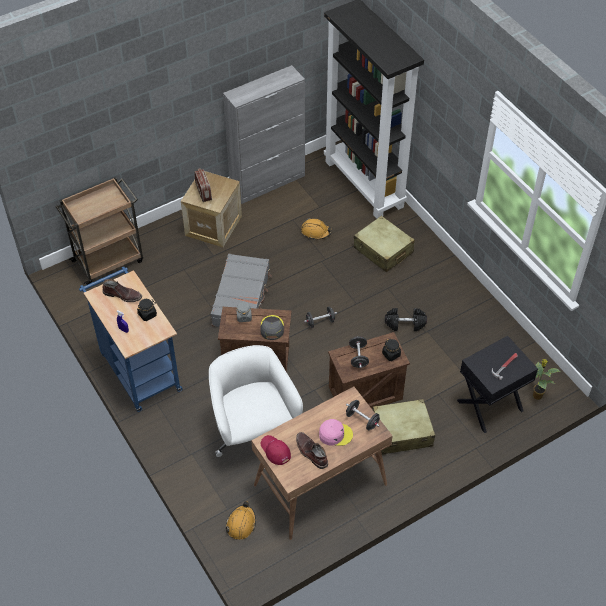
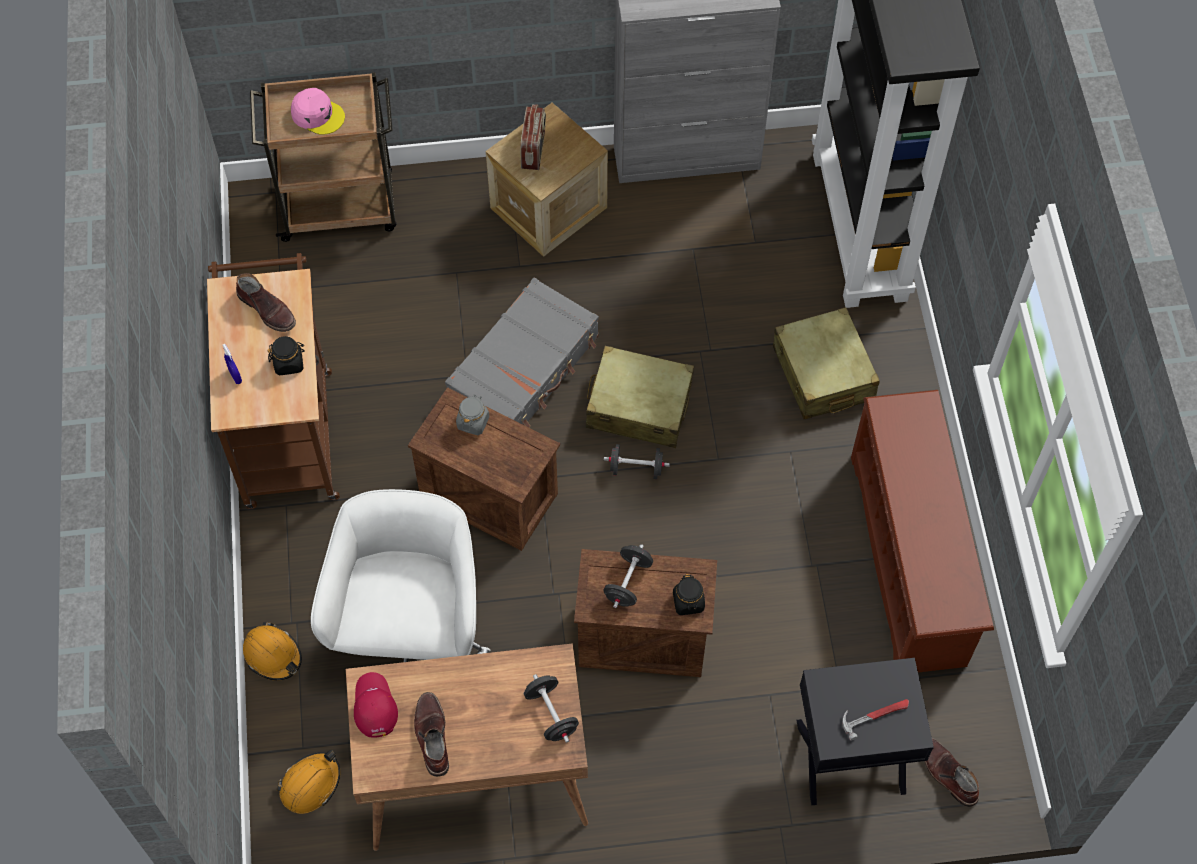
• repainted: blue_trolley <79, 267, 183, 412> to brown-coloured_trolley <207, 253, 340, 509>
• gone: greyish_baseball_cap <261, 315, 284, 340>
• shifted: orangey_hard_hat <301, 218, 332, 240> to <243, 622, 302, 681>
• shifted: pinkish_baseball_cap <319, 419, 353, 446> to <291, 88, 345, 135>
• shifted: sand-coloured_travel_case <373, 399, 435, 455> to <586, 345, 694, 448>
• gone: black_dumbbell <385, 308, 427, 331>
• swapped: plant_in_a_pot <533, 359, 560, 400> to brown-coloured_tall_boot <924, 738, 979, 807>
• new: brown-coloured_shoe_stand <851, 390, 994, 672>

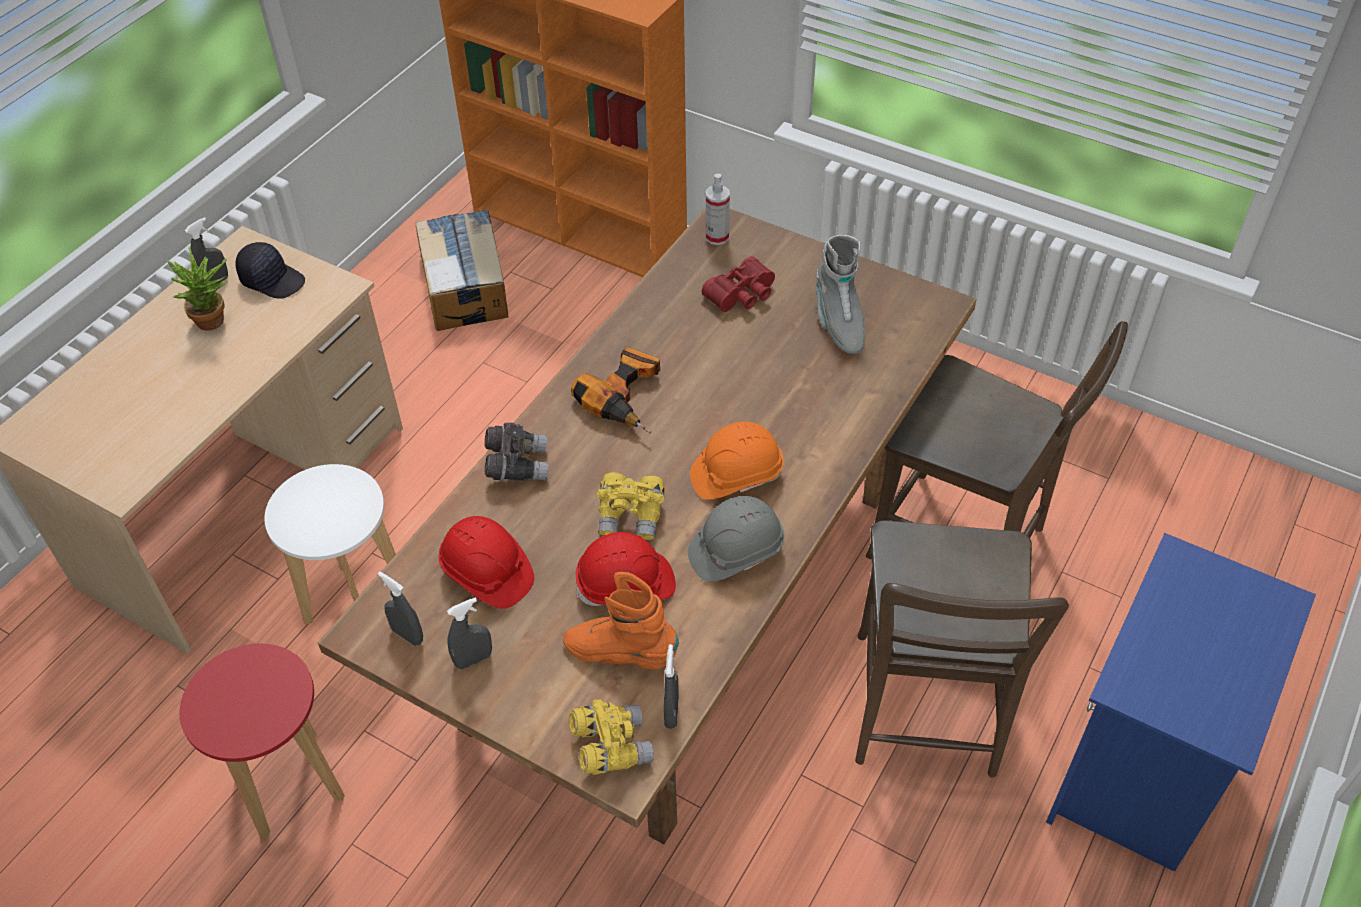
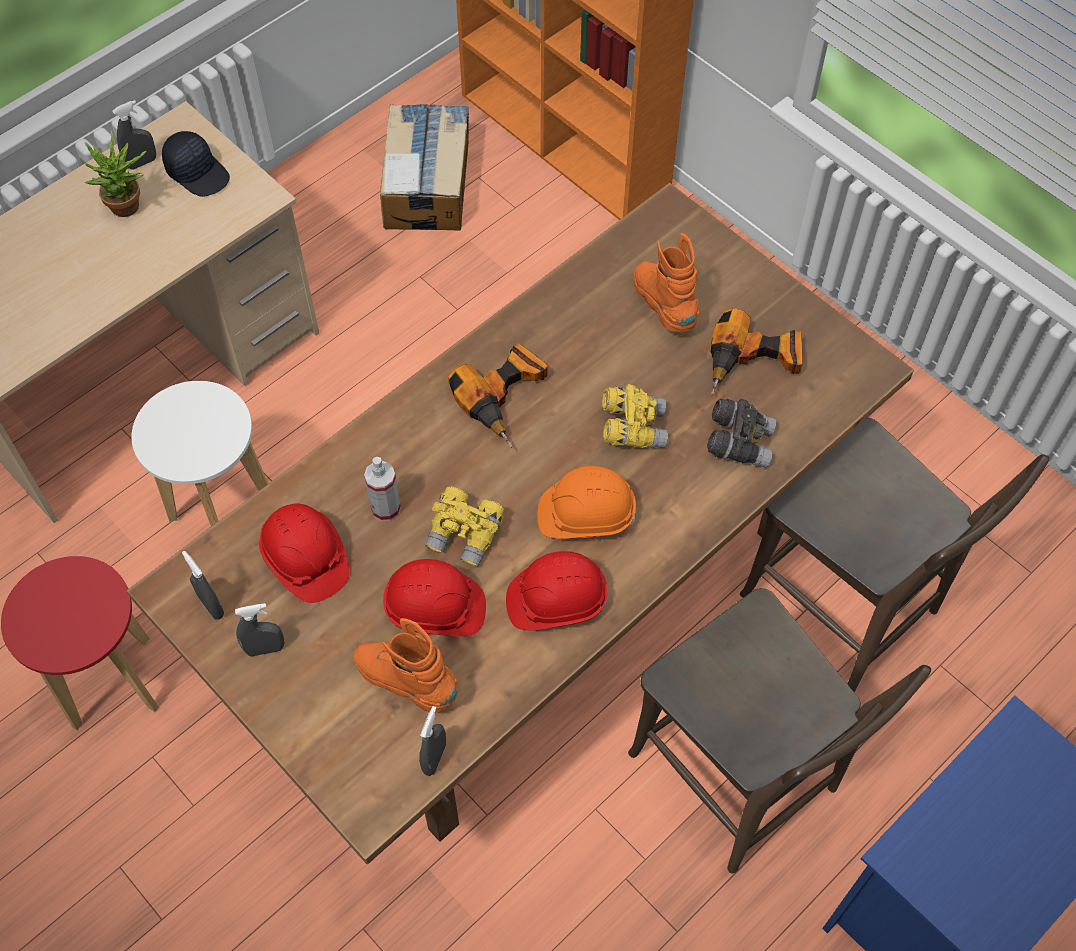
• shifted: greyish_pair_of_binoculars <485, 422, 548, 481> to <707, 398, 776, 468>
• shifted: yellow_pair_of_binoculars <569, 699, 654, 775> to <602, 384, 668, 448>
• repainted: greyish_hard_hat <688, 496, 785, 582> to red-coloured_hard_hat <506, 551, 607, 631>
• swapped: red-coloured_pair_of_binoculars <702, 256, 775, 312> to orangey_tall_boot <634, 233, 699, 332>
• shifted: sprayer <706, 174, 730, 245> to <364, 457, 401, 522>
• swapped: greyish_tall_boot <816, 235, 865, 354> to drill <711, 308, 803, 396>
• rotated: brown-coloured_plain_chair <855, 520, 1069, 778> = <628, 588, 931, 874> 60 degrees counterclockwise

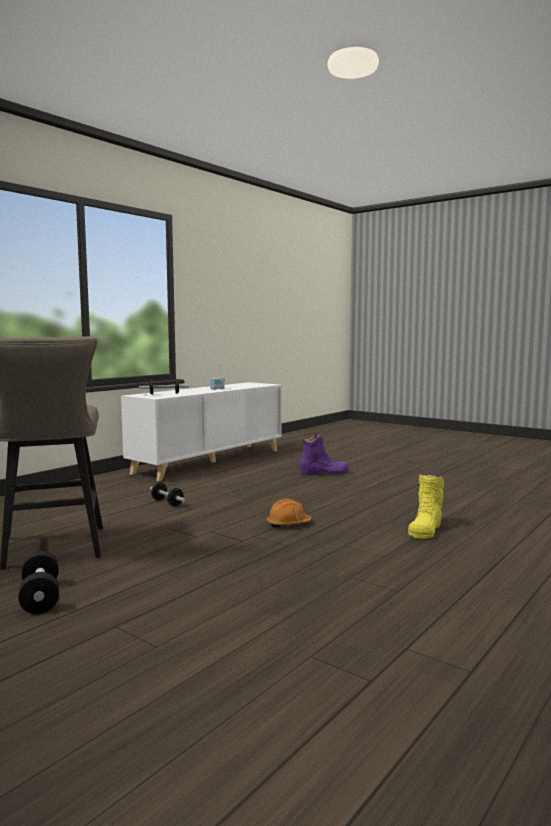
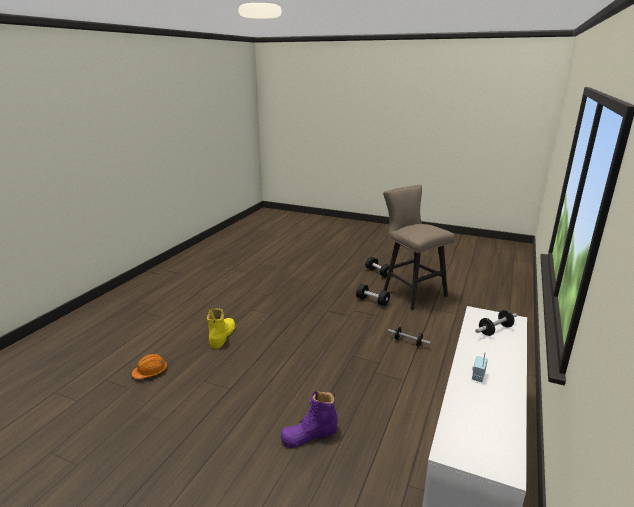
• shifted: orangey_hard_hat <267, 499, 311, 527> to <132, 354, 167, 379>
• new: black_dumbbell <356, 284, 390, 306>

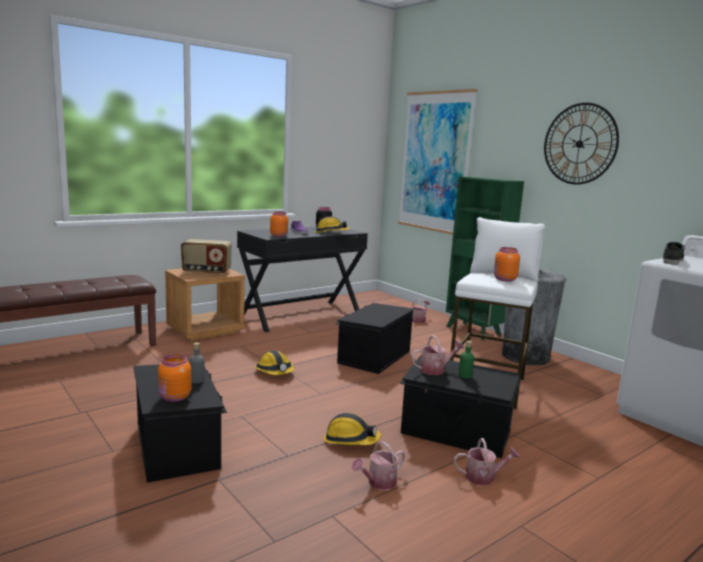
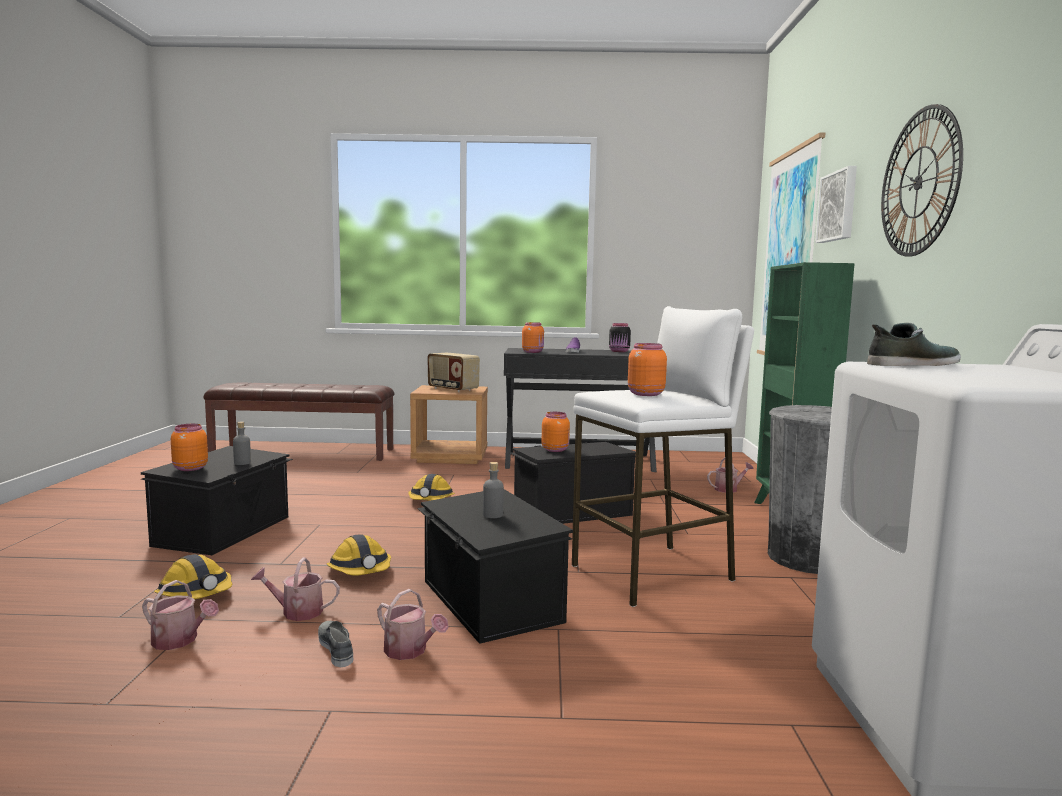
• shifted: hard_hat <315, 216, 350, 233> to <154, 554, 232, 599>
• shifted: watering_pot <411, 335, 464, 375> to <142, 580, 219, 650>
• repainted: green-coloured_beverage_bottle <458, 341, 474, 379> to greyish_beverage_bottle <483, 462, 504, 518>
• new: greyish_low_shoe <318, 621, 353, 667>
• new: orangey_jar <542, 412, 570, 452>
• new: picture <815, 166, 857, 243>

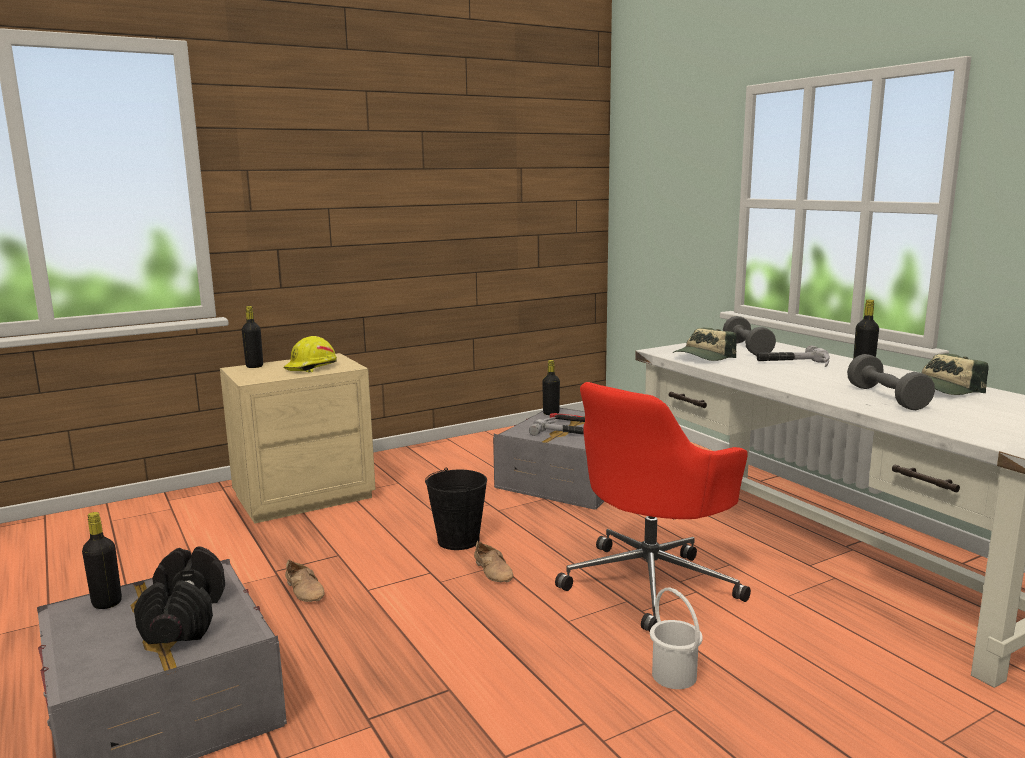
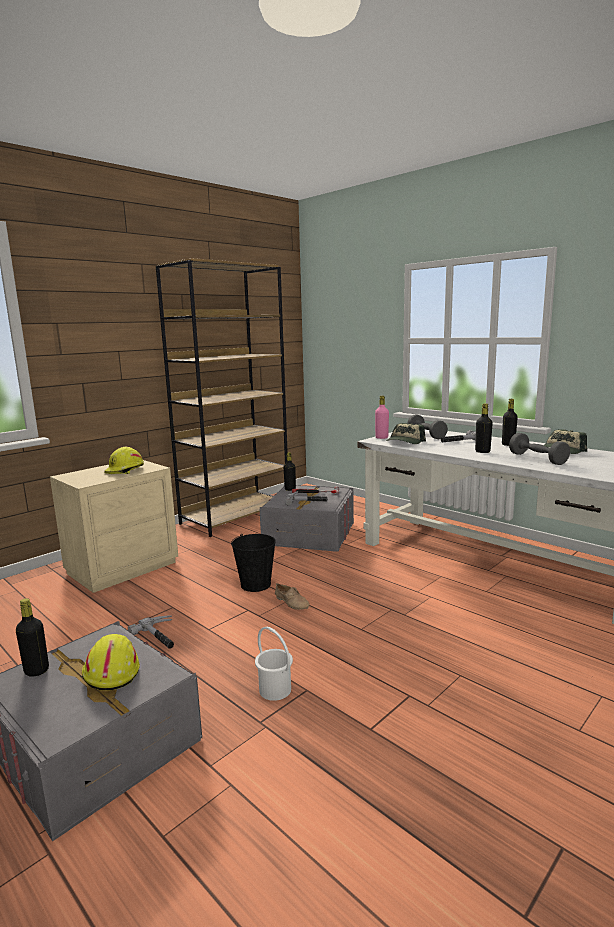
• swapped: black_dumbbell <134, 546, 225, 644> to yellow_hard_hat <82, 634, 140, 690>
• shifted: black_beverage_bottle <242, 306, 263, 368> to <475, 403, 493, 453>
• swapped: sand-coloured_low_shoe <285, 560, 324, 602> to hammer <128, 615, 174, 649>
• gone: red-coloured_computer_chair <555, 382, 751, 632>
• shifted: white_bucket <650, 588, 703, 689> to <255, 627, 293, 701>
• new: brown-coloured_shelving_unit <156, 258, 288, 537>
• new: pinkish_beverage_bottle <375, 396, 389, 439>

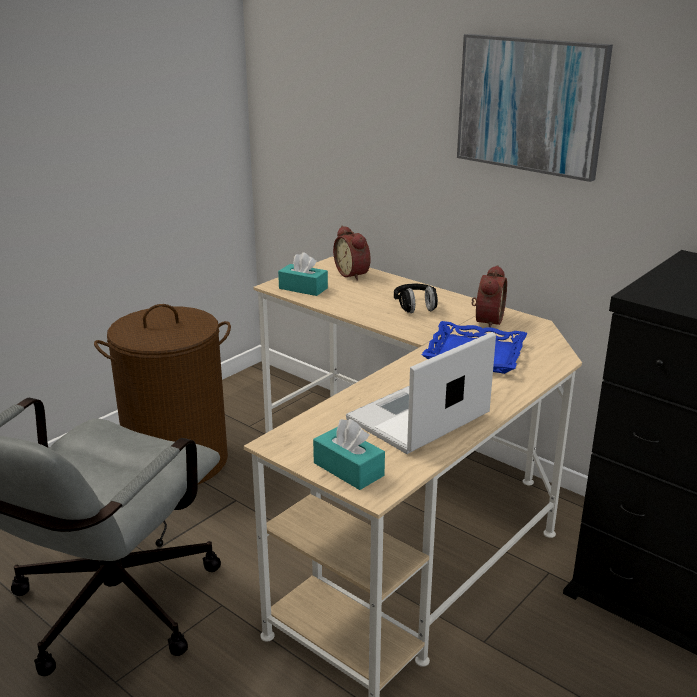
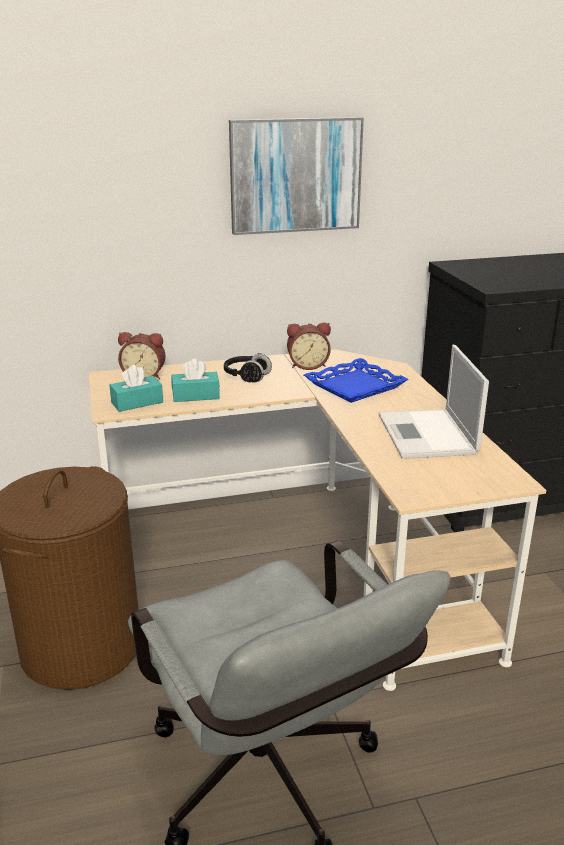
• shifted: turquoise-coloured_tissue_holder <313, 419, 385, 490> to <172, 359, 220, 402>
• rotated: alarm_clock <471, 265, 507, 327> = <287, 323, 331, 370> 120 degrees clockwise

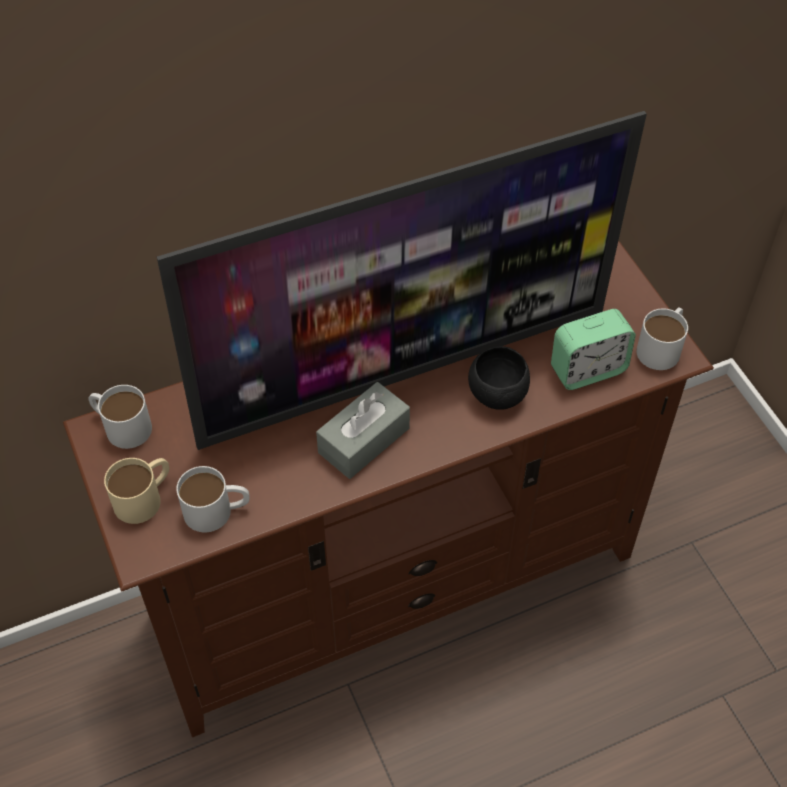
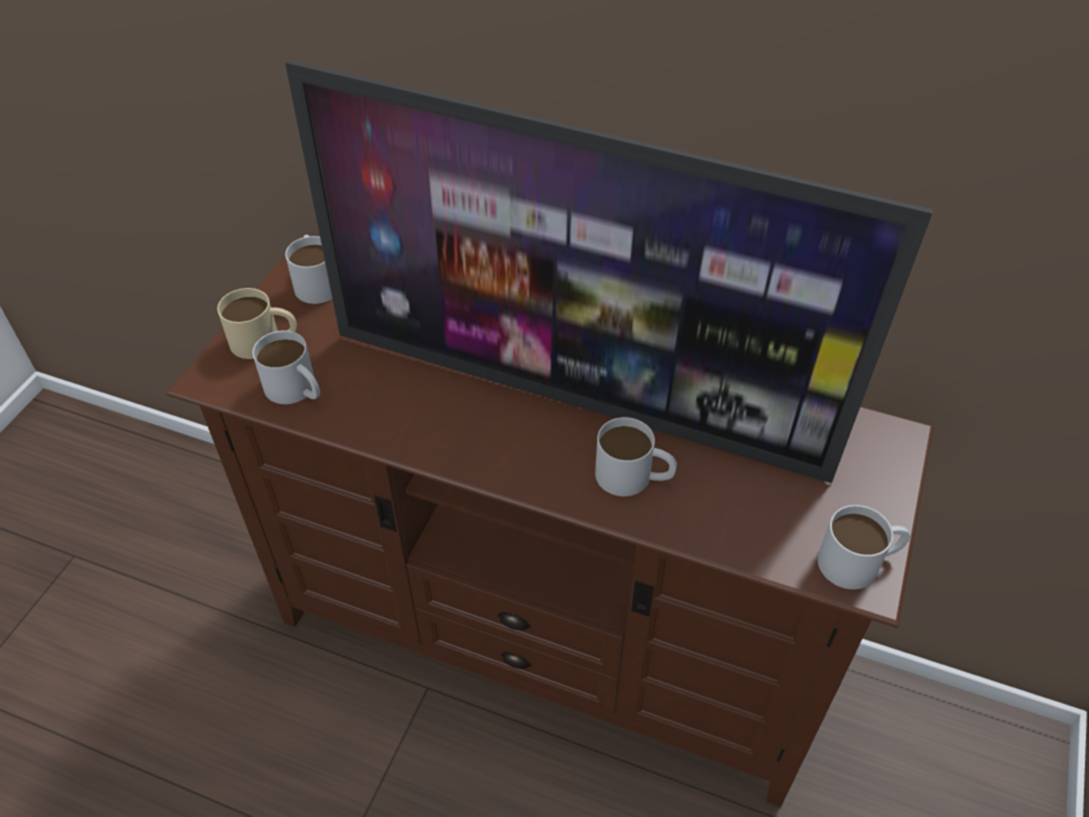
• gone: greyish_tissue_holder <316, 382, 410, 479>
• swapped: black_bowl <468, 346, 530, 410> to white_mug <595, 417, 677, 496>
• gone: alarm_clock <551, 309, 636, 390>

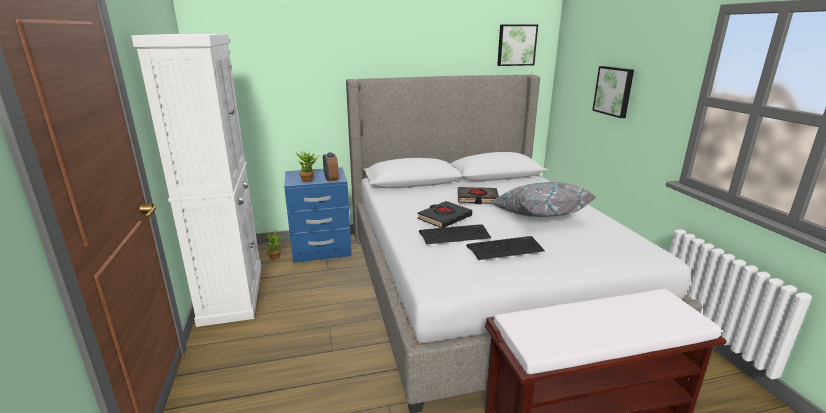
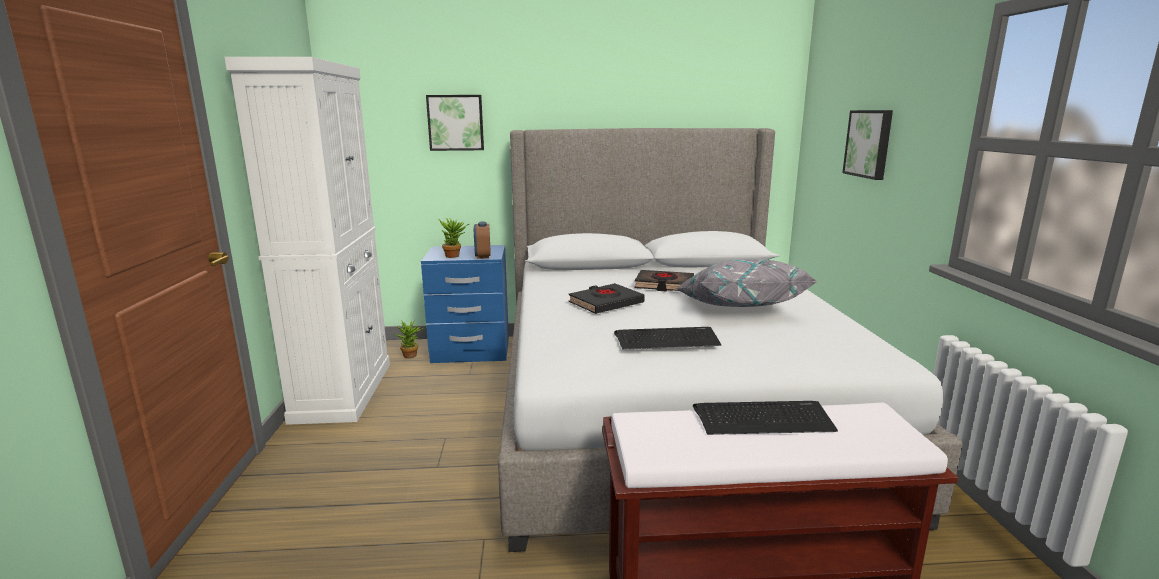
• shifted: computer_keyboard <419, 224, 491, 244> to <693, 401, 838, 435>
• shifted: picture <497, 24, 538, 66> to <426, 95, 484, 151>

